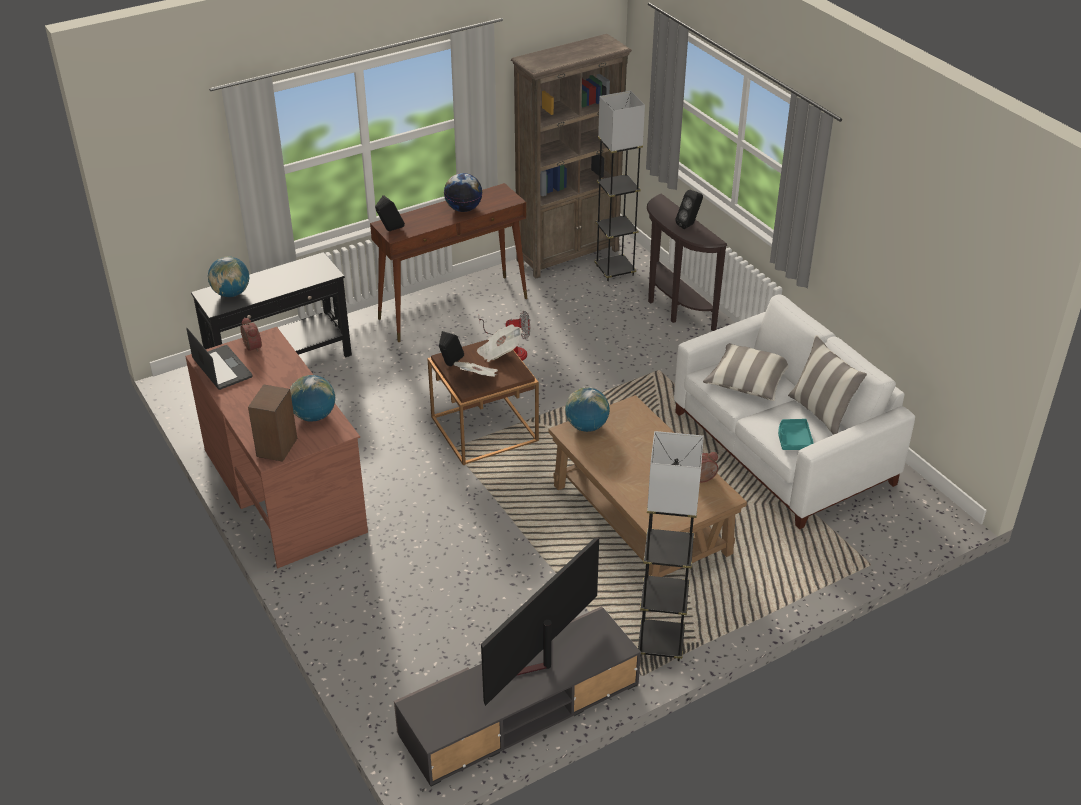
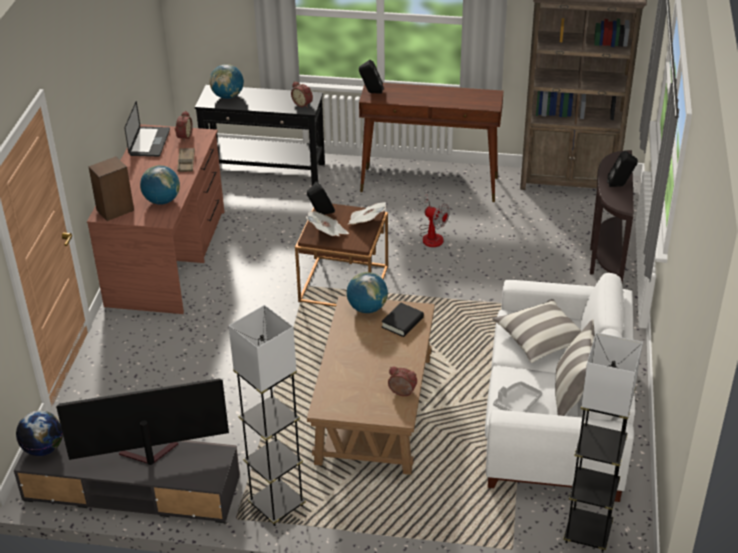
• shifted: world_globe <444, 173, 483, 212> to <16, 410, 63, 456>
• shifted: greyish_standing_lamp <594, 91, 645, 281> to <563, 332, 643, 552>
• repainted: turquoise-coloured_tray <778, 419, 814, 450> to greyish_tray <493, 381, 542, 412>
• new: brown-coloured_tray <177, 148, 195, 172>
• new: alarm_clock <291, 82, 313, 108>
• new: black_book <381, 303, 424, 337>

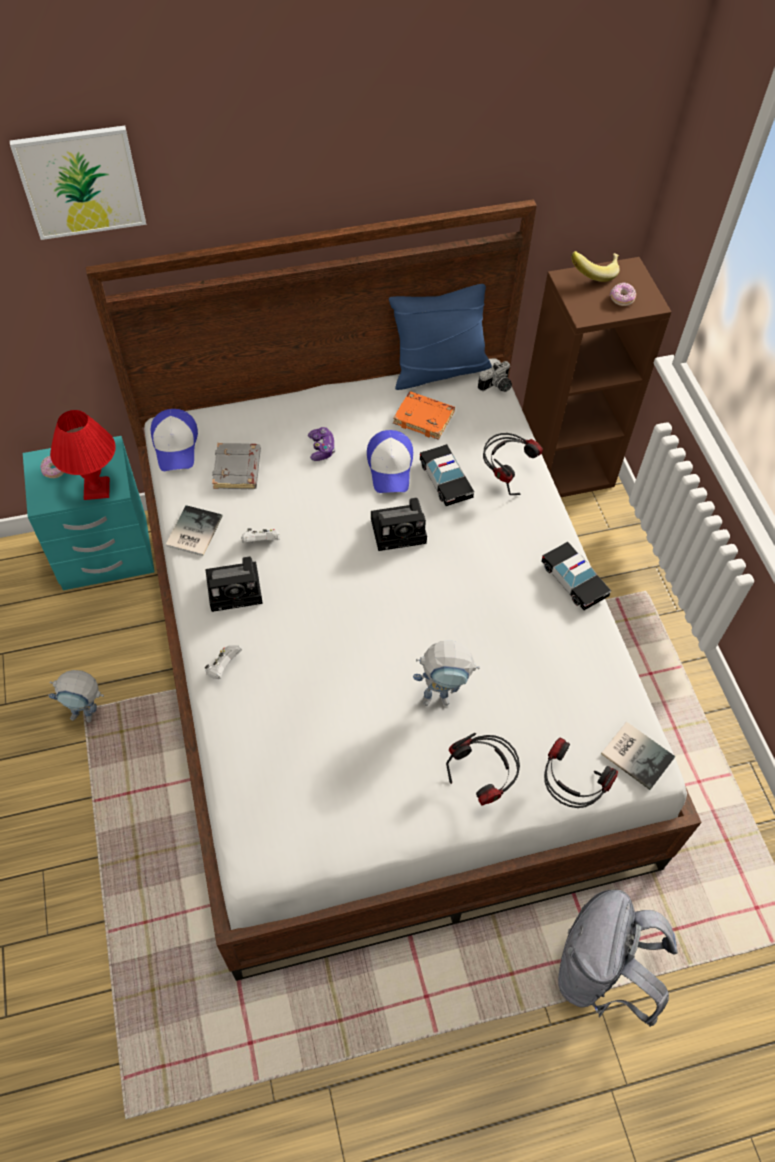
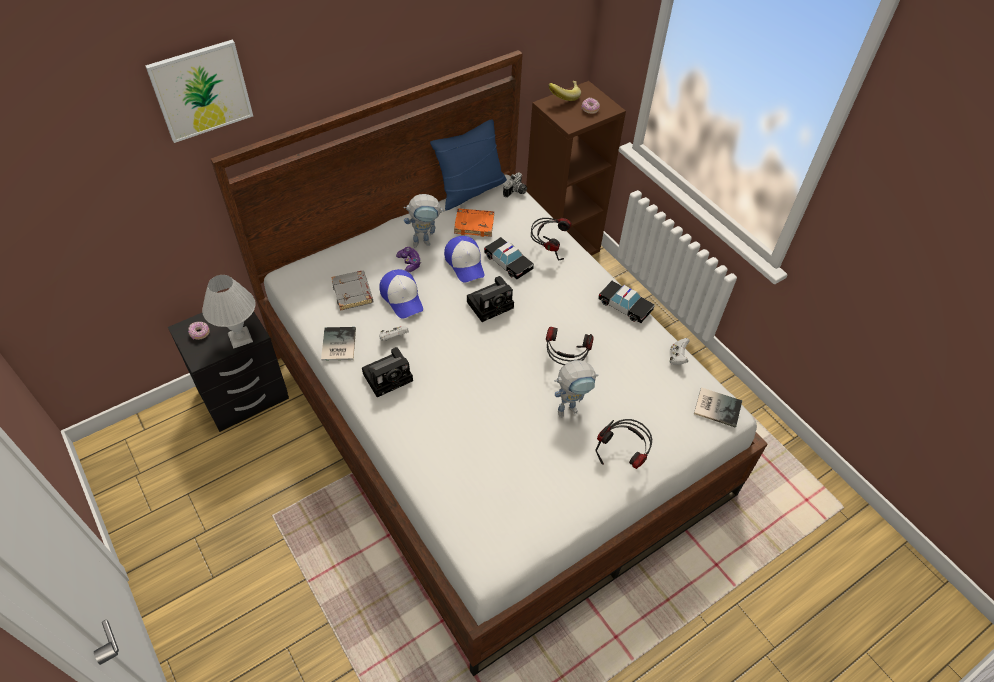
• repainted: turquoise-coloured_bedside_table <23, 436, 155, 590> to black_bedside_table <168, 311, 289, 432>
• shifted: toy_robot <48, 670, 104, 722> to <404, 194, 445, 248>
• repainted: red-coloured_lamp_for_a_table <50, 410, 116, 500> to white_lamp_for_a_table <202, 275, 255, 349>
• shifted: baseball_cap <151, 409, 198, 471> to <379, 269, 423, 319>
• shifted: white_joypad <205, 645, 242, 679> to <669, 338, 689, 365>
• shifted: headset <544, 738, 618, 808> to <546, 327, 594, 365>
• gone: greyish_knapsack <558, 890, 678, 1027>

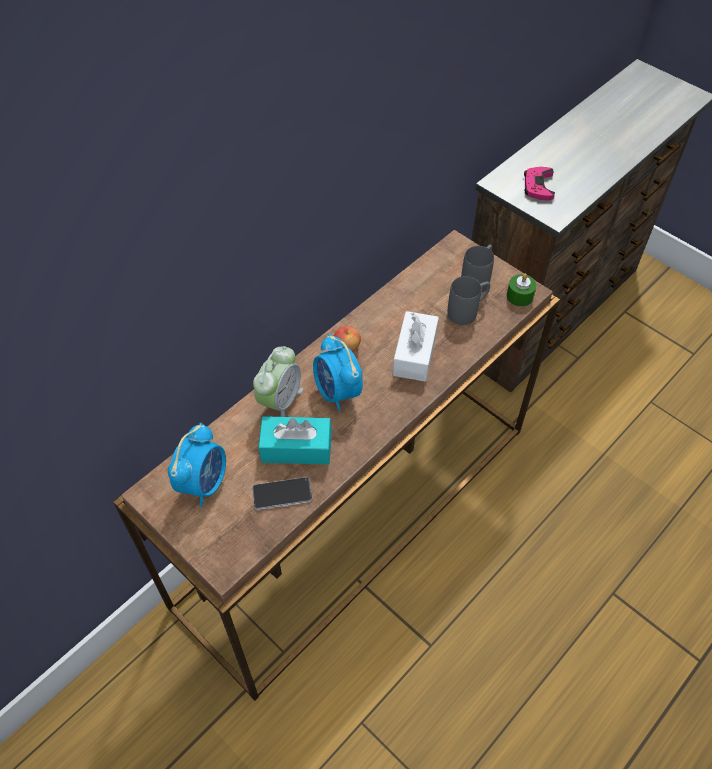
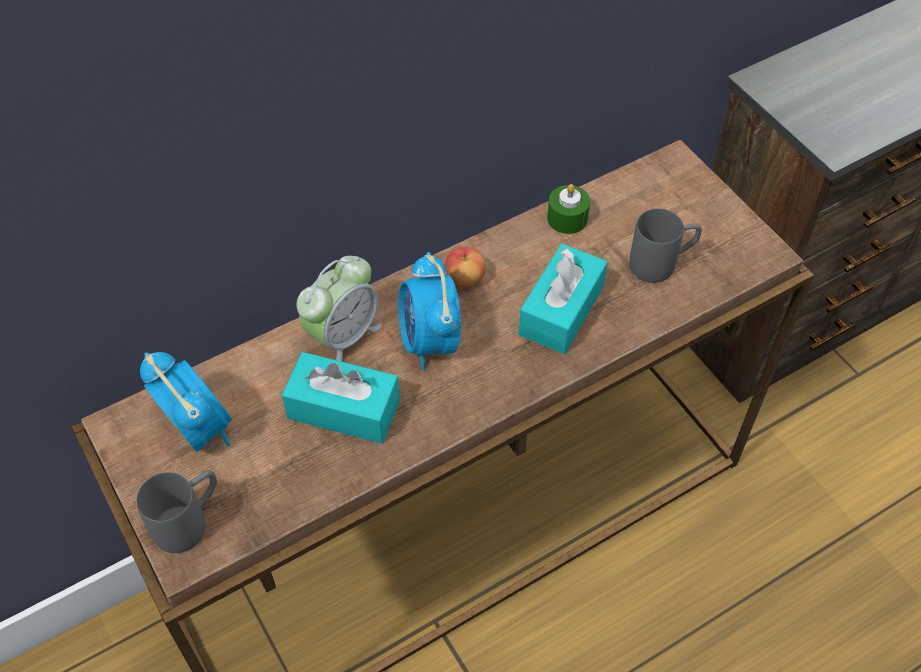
• rotated: alarm_clock <168, 423, 226, 507> = <140, 352, 232, 452> 75 degrees counterclockwise
• gone: handset <252, 477, 312, 510>
• repainted: white_tissue_holder <393, 311, 439, 382> to turquoise-coloured_tissue_holder <519, 243, 608, 354>
• shifted: greyish_mug <461, 244, 494, 293> to <136, 470, 217, 553>
• shifted: green-coloured_candle <507, 274, 537, 306> to <547, 184, 590, 234>
• gone: pinkish_joypad <524, 167, 555, 200>

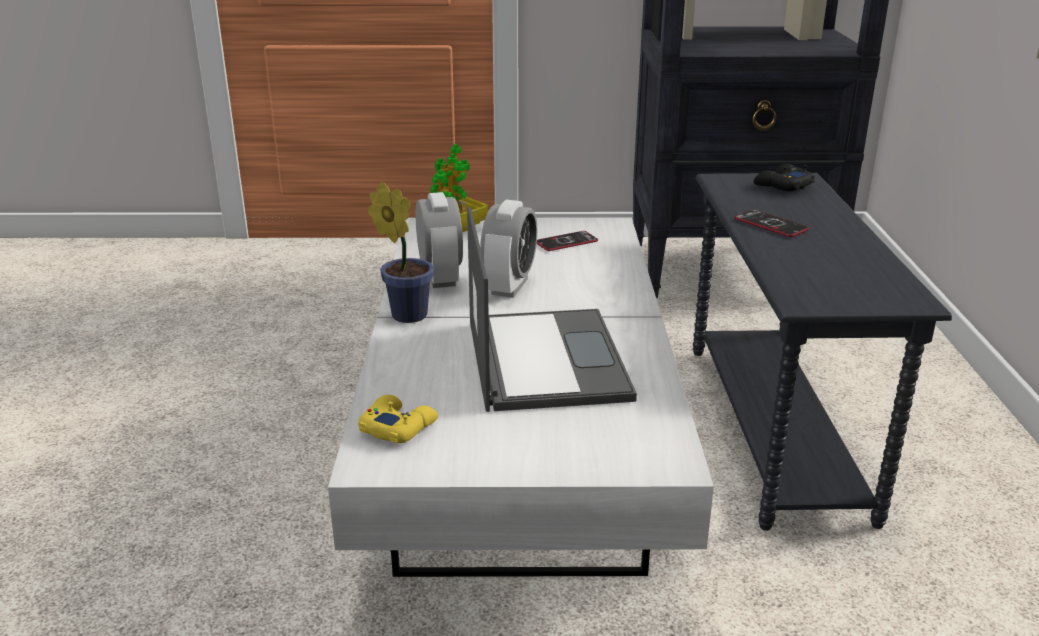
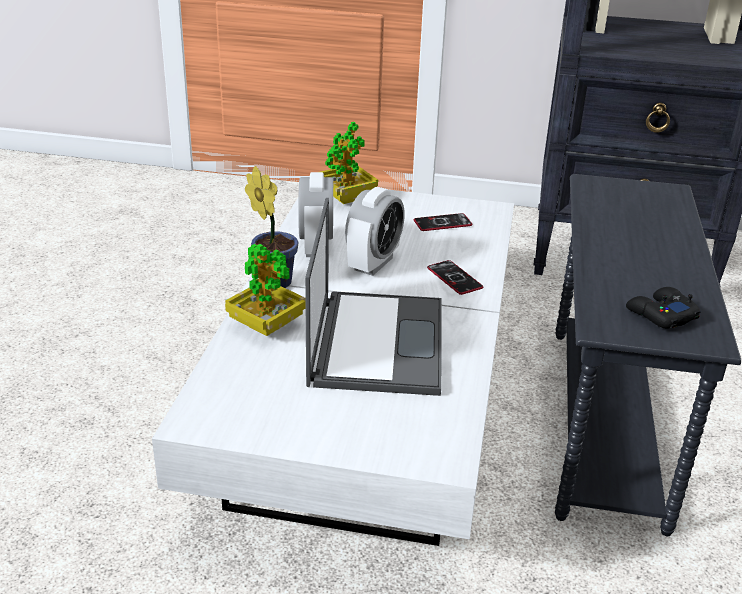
• gone: yellow_joypad <358, 395, 438, 443>
• shifted: handset <734, 210, 809, 237> to <427, 260, 483, 295>
• shifted: black_joypad <753, 164, 815, 191> to <626, 287, 701, 329>
• new: plant_in_a_pot <225, 244, 306, 336>

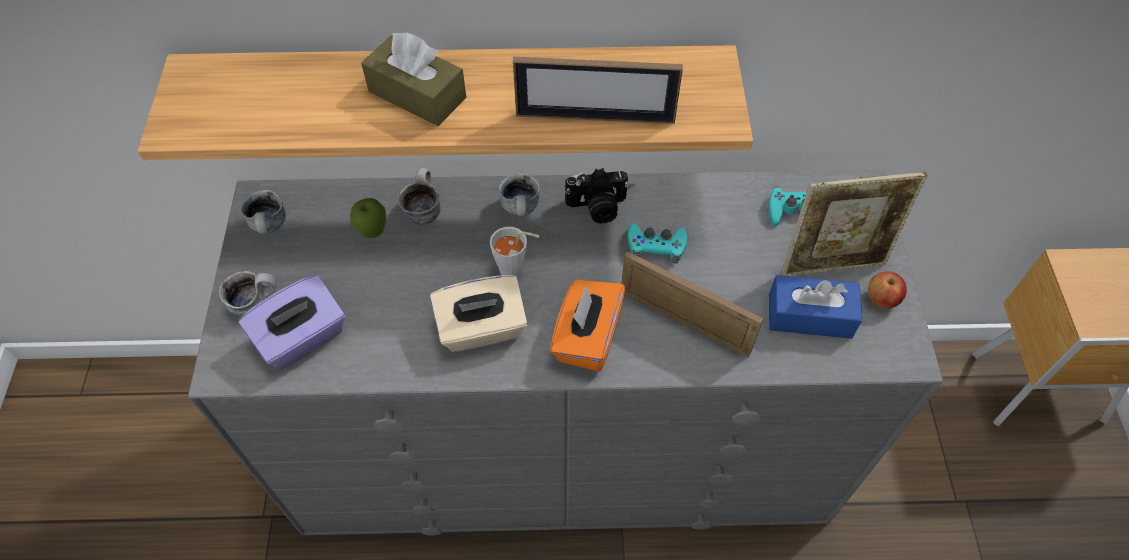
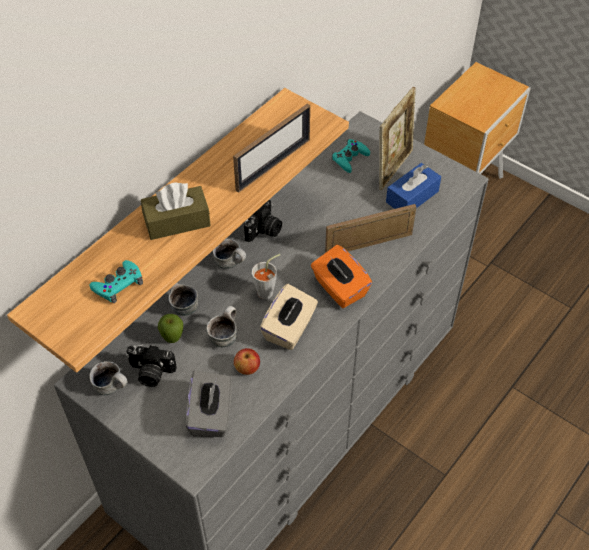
• shifted: mug <219, 271, 277, 317> to <206, 306, 237, 347>
• repainted: purple-coloured_tissue_holder <239, 275, 345, 369> to greyish_tissue_holder <186, 370, 232, 437>
• shifted: turquoise-coloured_joypad <627, 223, 687, 263> to <89, 260, 143, 303>
• shifted: apple <868, 271, 907, 309> to <234, 348, 260, 375>
• new: photo_camera <126, 344, 177, 387>

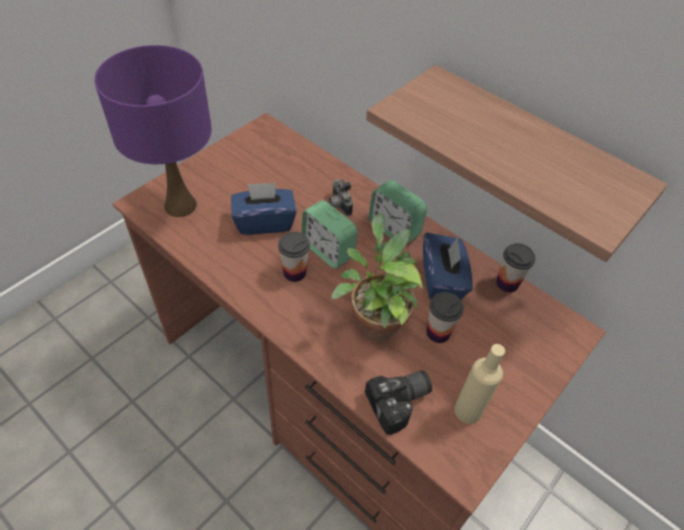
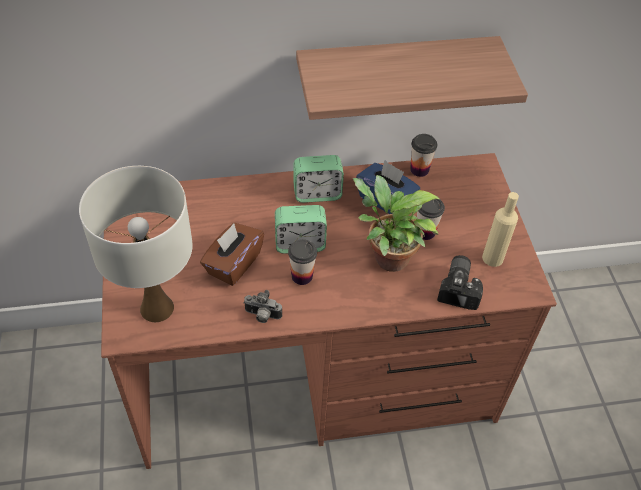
• repainted: purple-coloured_lamp_for_a_table <94, 45, 212, 217> to white_lamp_for_a_table <79, 166, 193, 322>
• repainted: blue_tissue_holder <231, 183, 297, 235> to brown-coloured_tissue_holder <200, 223, 264, 286>
• shifted: photo_camera <329, 179, 353, 216> to <243, 290, 282, 323>

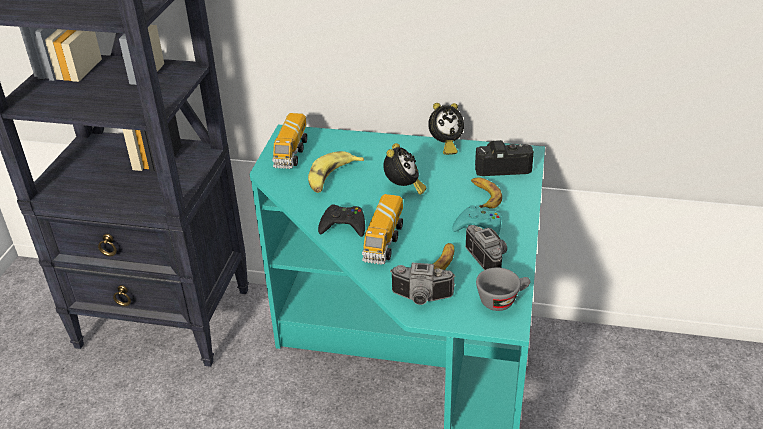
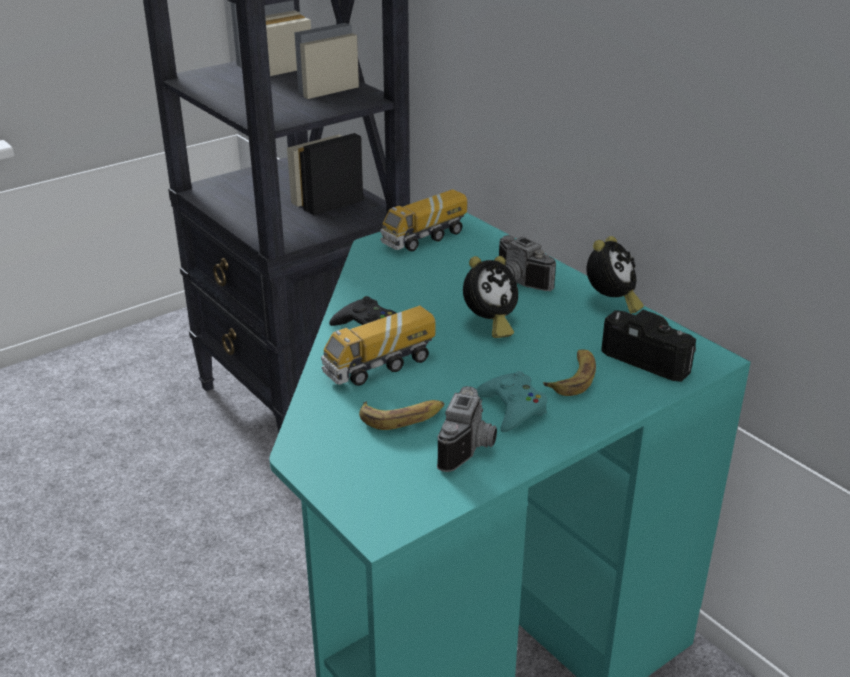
• gone: banana <308, 151, 364, 193>
• shifted: photo_camera <391, 263, 455, 305> to <499, 235, 556, 291>
• rotated: alarm_clock <428, 103, 464, 155> = <587, 236, 644, 314> 75 degrees counterclockwise
• gone: greyish_drinking_cup <476, 267, 530, 311>

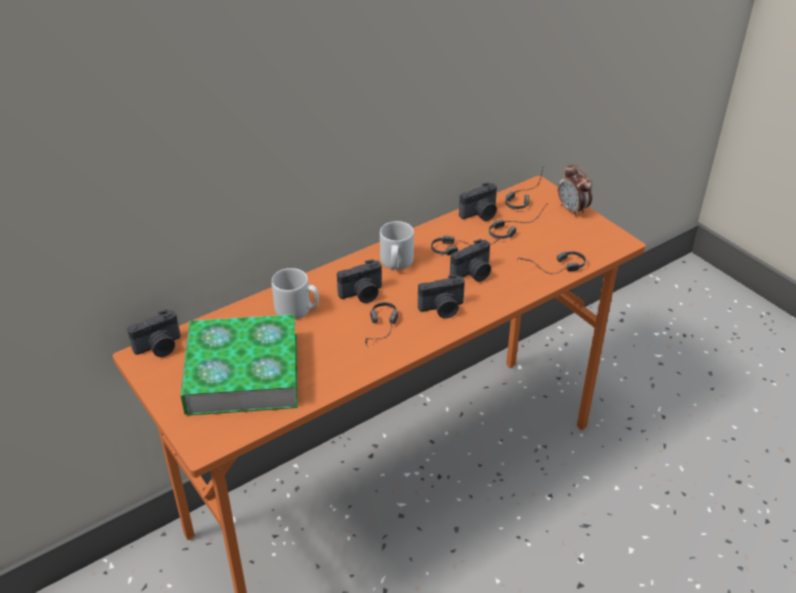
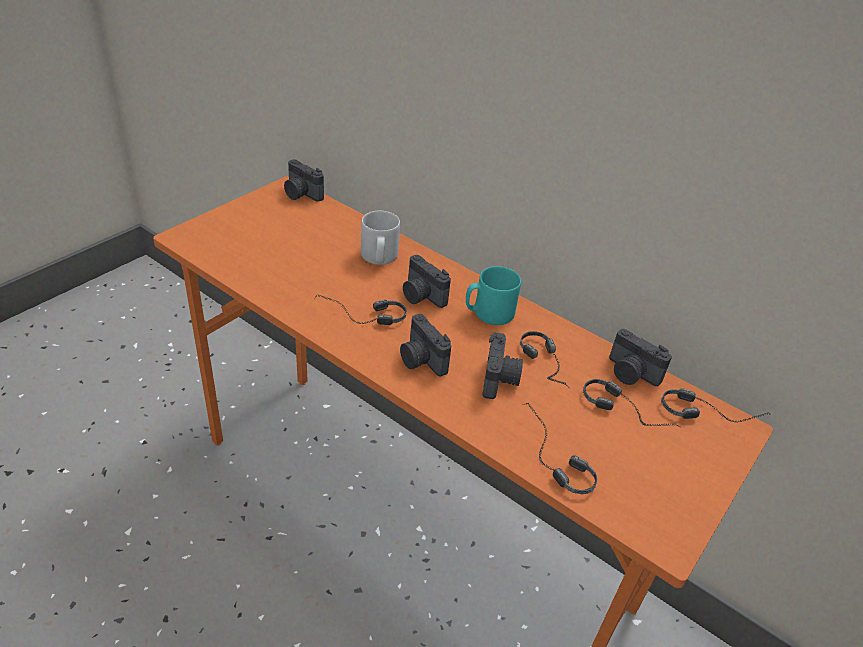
• gone: book <180, 314, 298, 416>
• repainted: greyish_mug <380, 221, 414, 270> to turquoise-coloured_mug <466, 266, 521, 325>
• rotated: photo_camera <450, 239, 491, 282> = <483, 332, 523, 399> 120 degrees counterclockwise
• gone: alarm_clock <558, 164, 592, 217>

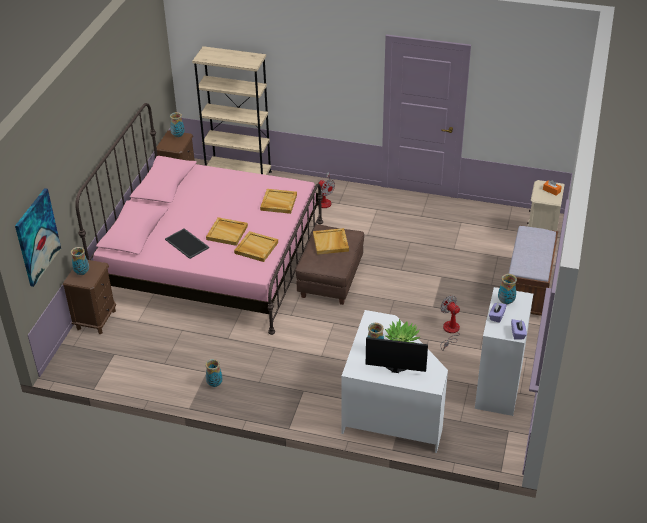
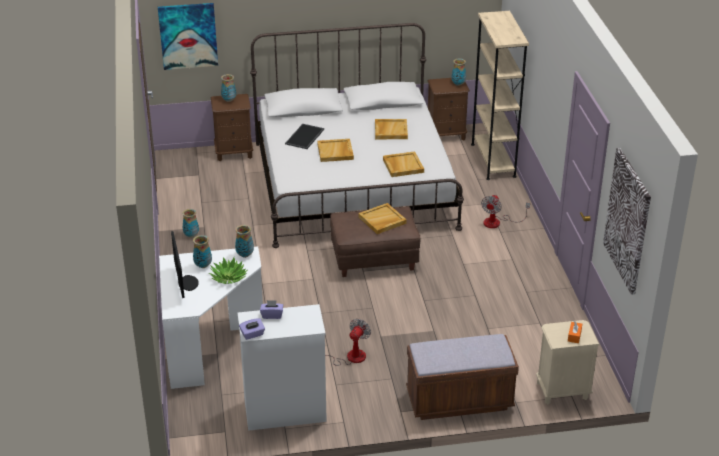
• repainted: pinkish_sleeping_bed <75, 103, 323, 335> to white_sleeping_bed <250, 23, 464, 248>
• shifted: sand-coloured_tray <234, 231, 278, 262> to <375, 119, 408, 139>
• shifted: vase <498, 274, 517, 304> to <235, 225, 254, 258>
• new: picture <603, 148, 651, 295>

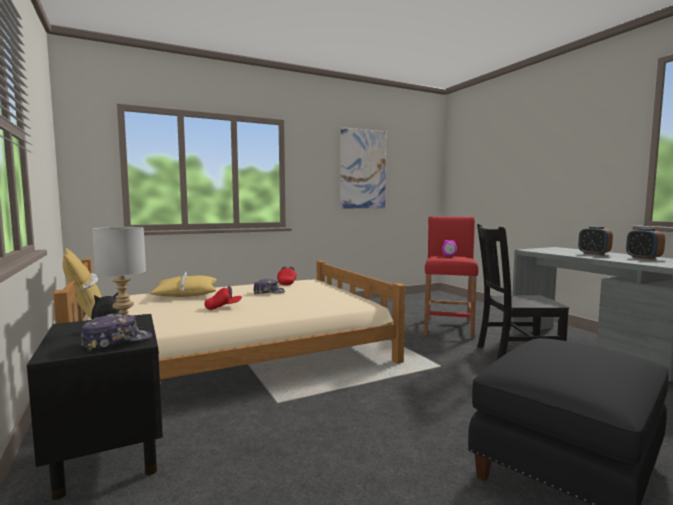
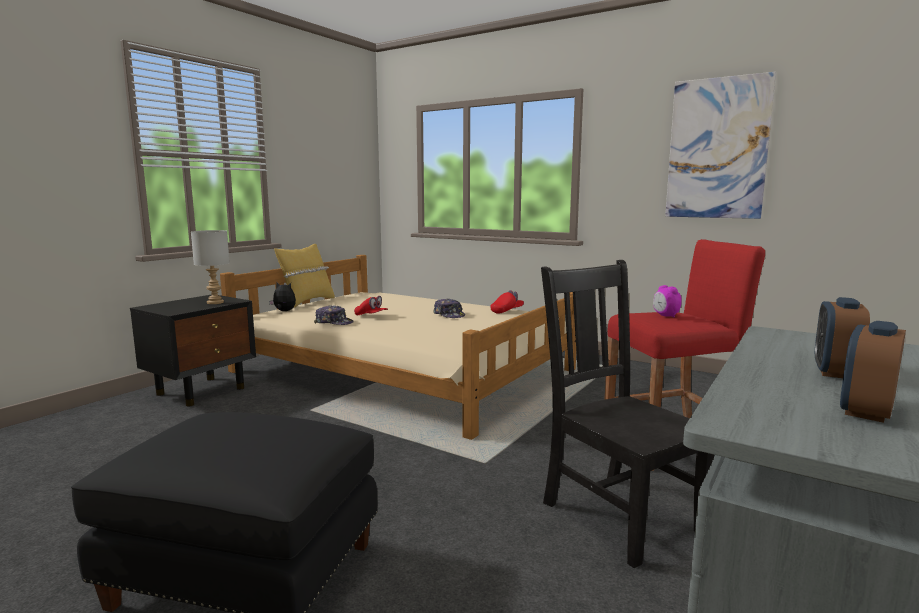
• shifted: baseball_cap <81, 313, 152, 351> to <314, 305, 354, 325>
• gone: yellow_cushion <149, 272, 217, 297>

